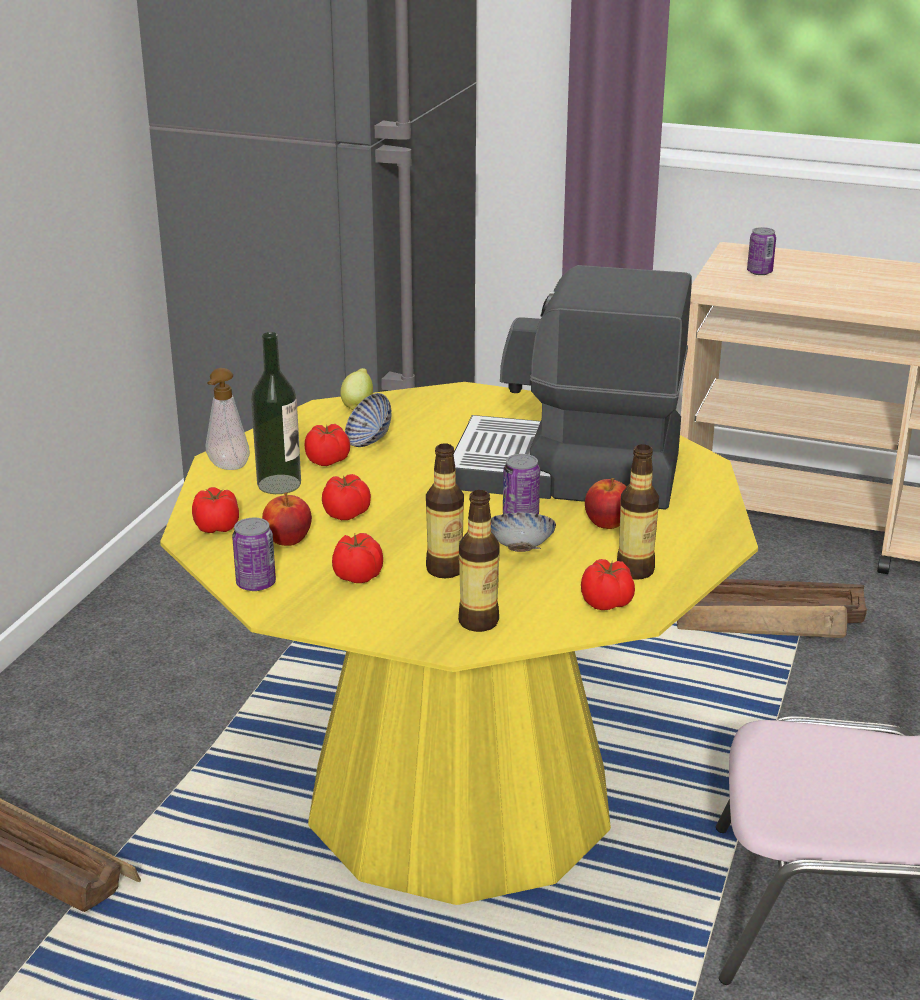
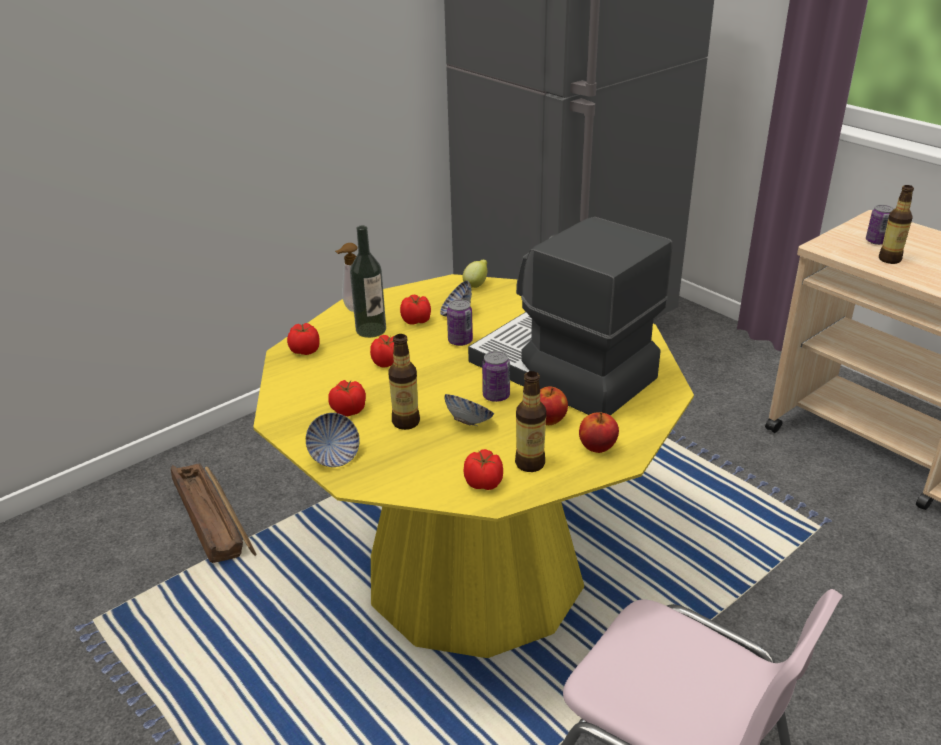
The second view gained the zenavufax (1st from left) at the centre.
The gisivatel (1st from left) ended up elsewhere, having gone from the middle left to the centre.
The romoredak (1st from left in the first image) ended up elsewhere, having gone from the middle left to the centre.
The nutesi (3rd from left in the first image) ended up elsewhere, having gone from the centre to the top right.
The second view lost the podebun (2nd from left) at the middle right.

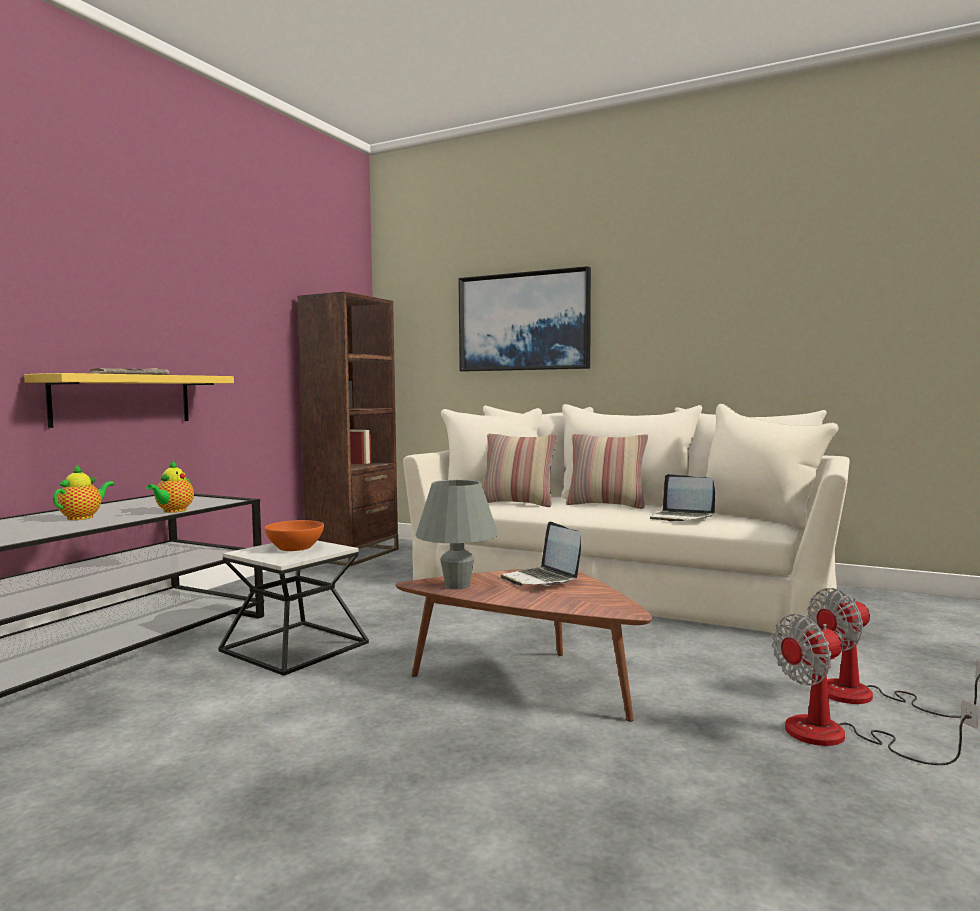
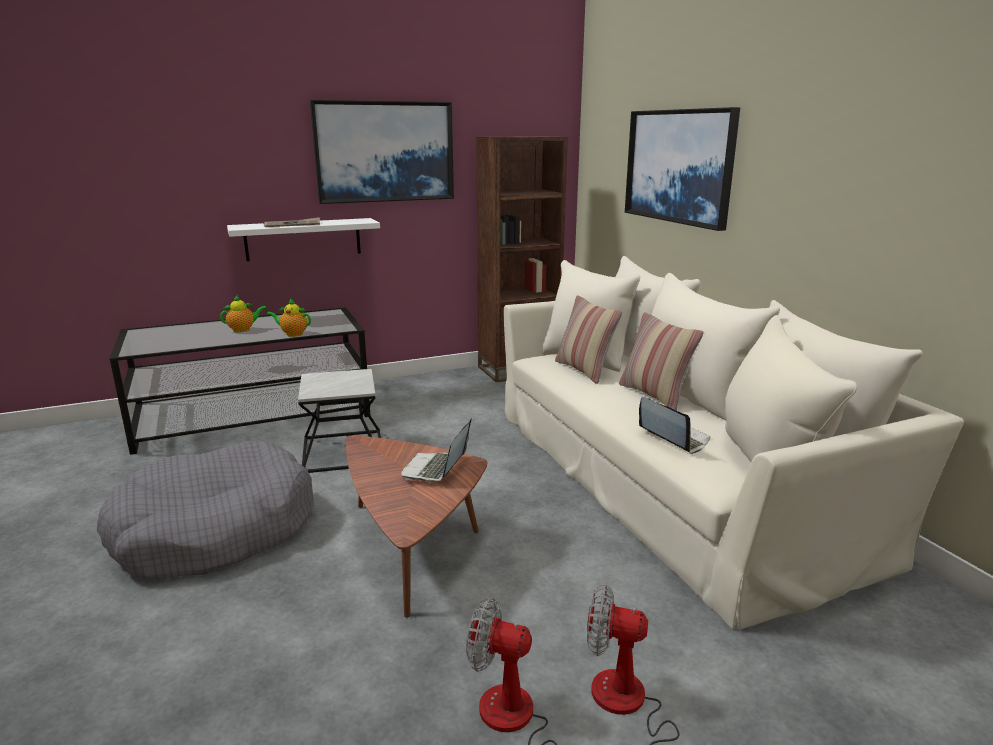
The second view gained the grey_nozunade at the bottom left.
What was the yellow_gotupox at the middle left turned into the white_gotupox at the top left.
The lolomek (2nd from left) at the middle left ended up facing another way, 45 degrees clockwise from before.
The second view gained the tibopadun (1st from left) at the top centre.
The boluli (2nd from left) at the middle right ended up facing another way, 150 degrees clockwise from before.
The second view lost the orange_zenavufax at the middle left.
The second view lost the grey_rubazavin at the centre.

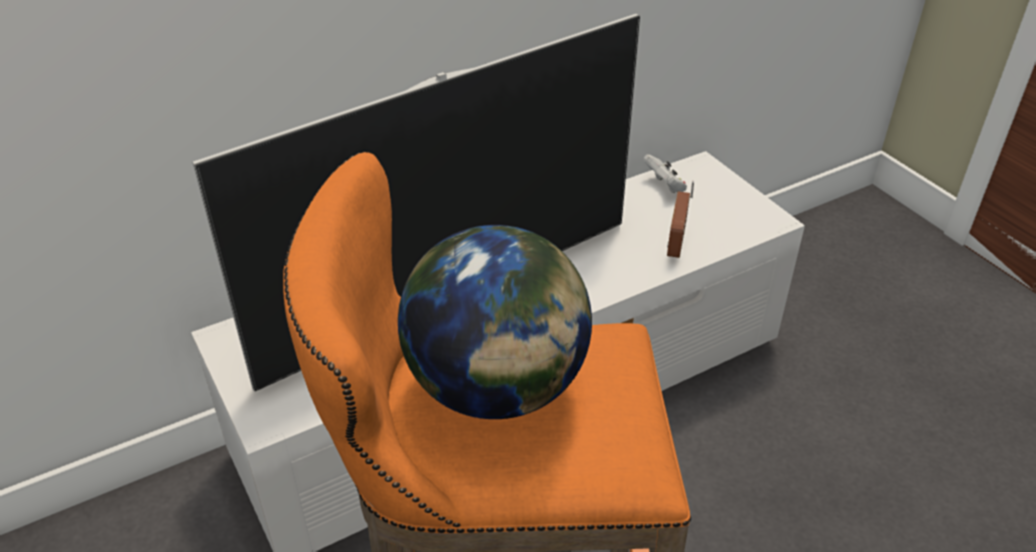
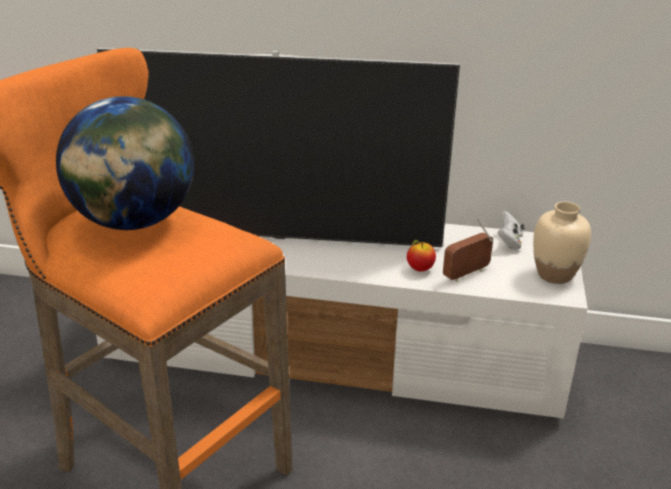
The second view gained the romoredak at the centre.
The second view gained the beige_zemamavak at the middle right.

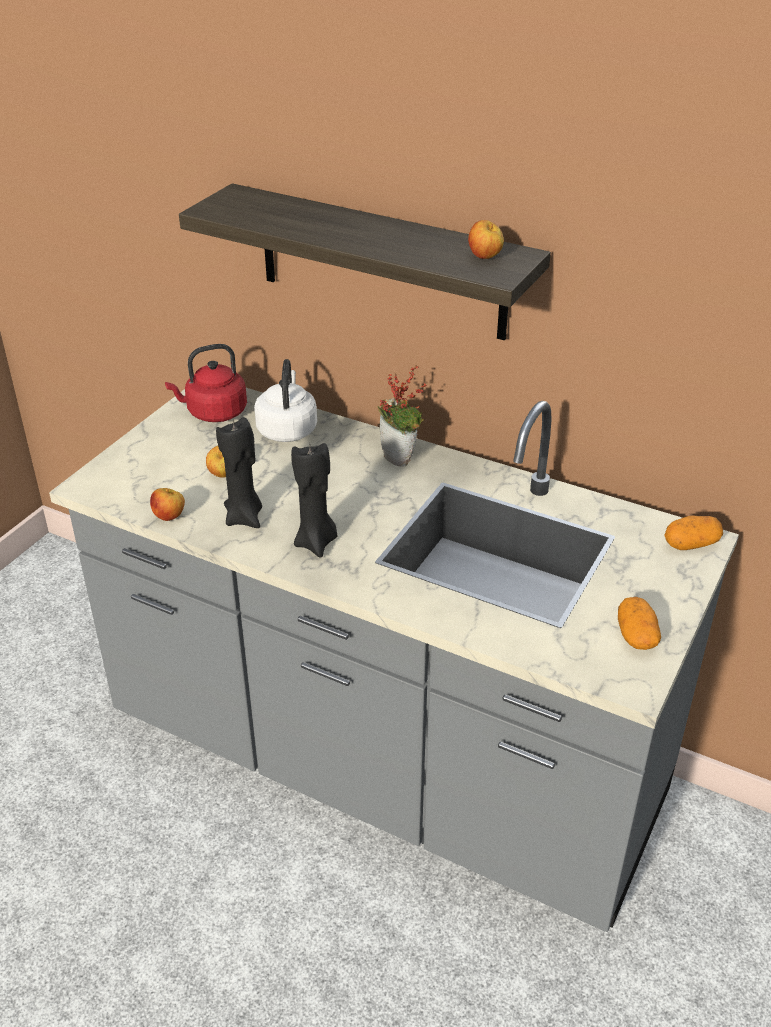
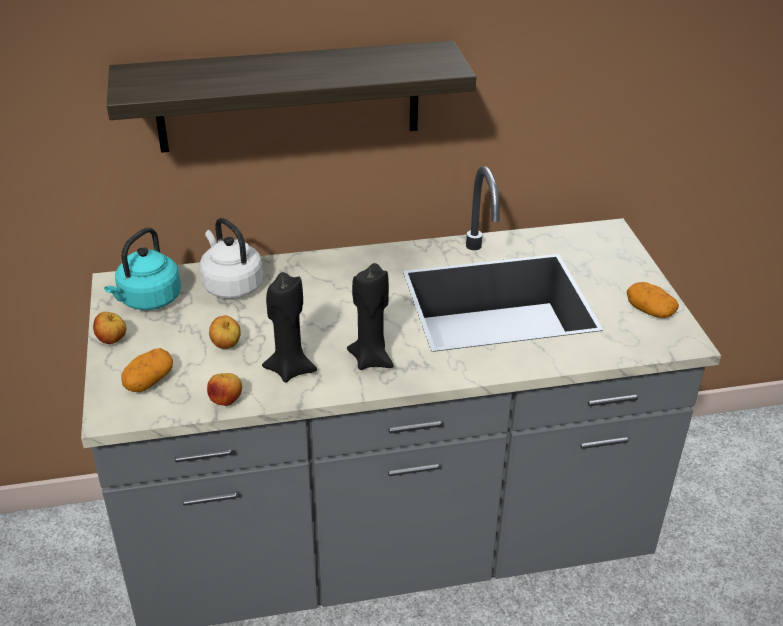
The romoredak (3rd from left in the first image) ended up elsewhere, having gone from the top centre to the middle left.
What was the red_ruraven at the middle left turned into the turquoise_ruraven at the middle left.
The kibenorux (2nd from left in the first image) ended up elsewhere, having gone from the middle right to the middle left.
The second view lost the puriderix at the centre.

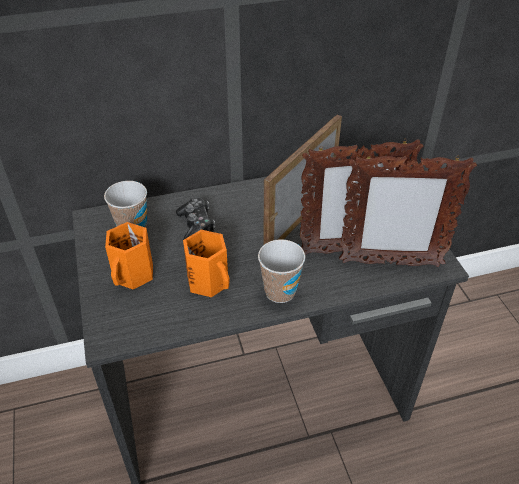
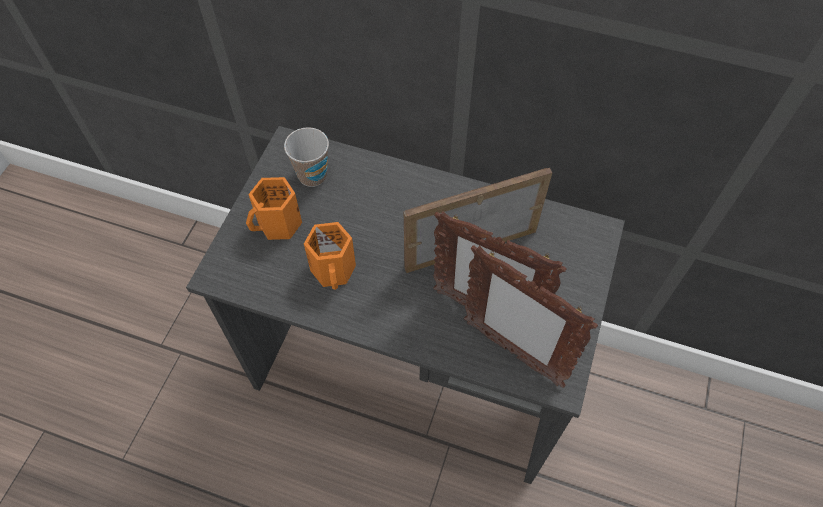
The second view lost the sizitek at the centre.
The second view lost the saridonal (2nd from left) at the centre.

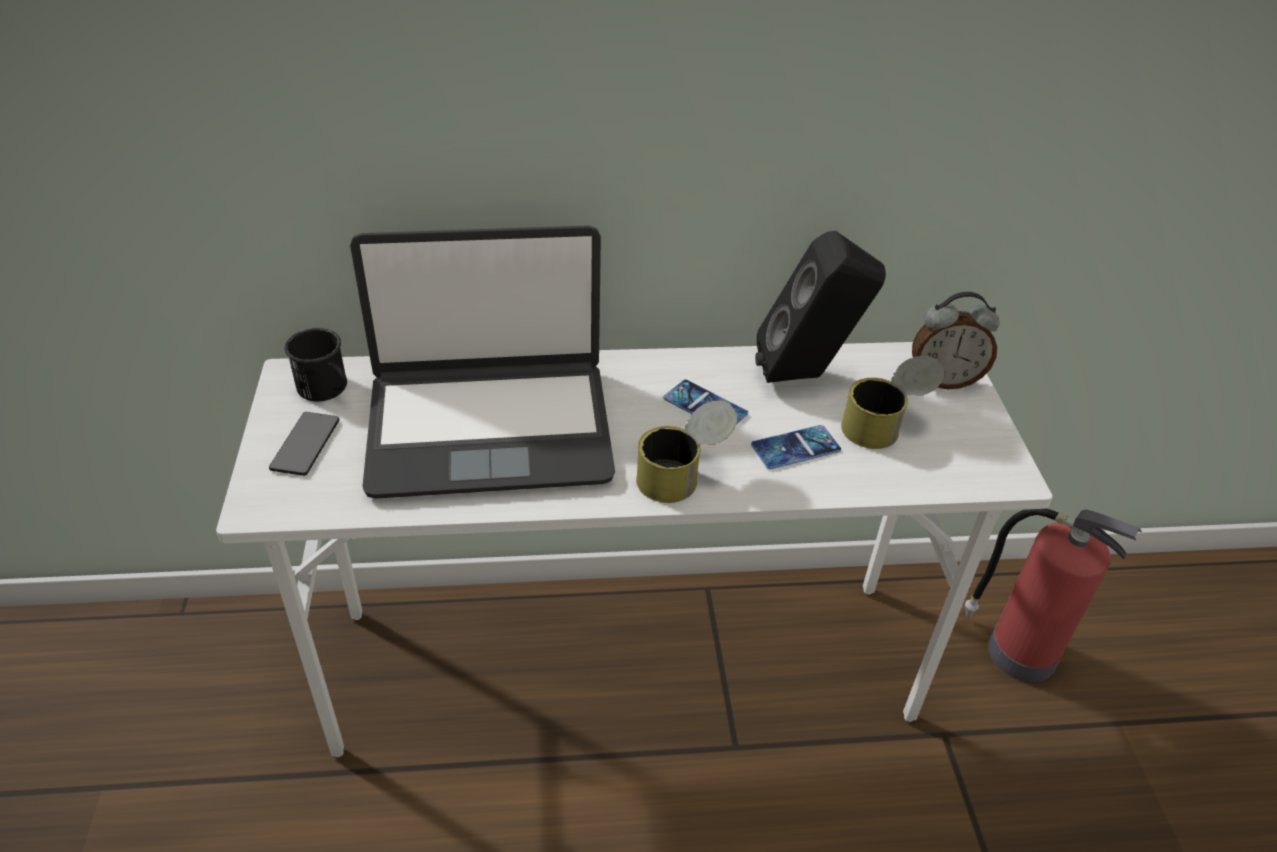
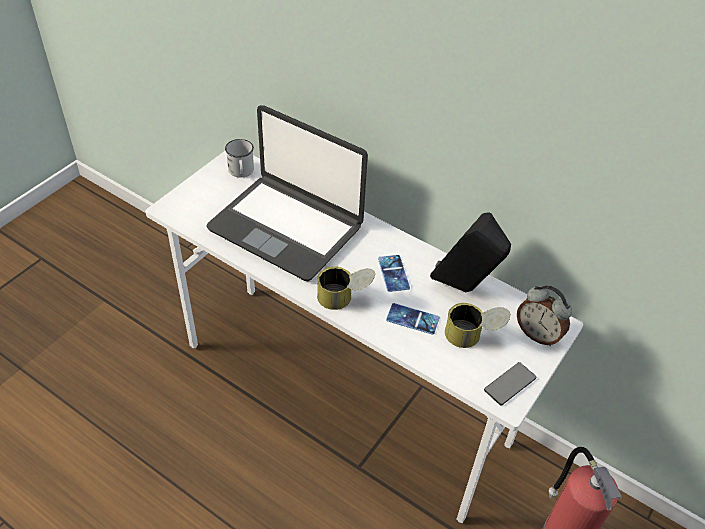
What was the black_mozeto at the middle left turned into the white_mozeto at the top centre.
The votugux (1st from left in the first image) ended up elsewhere, having gone from the middle left to the bottom right.

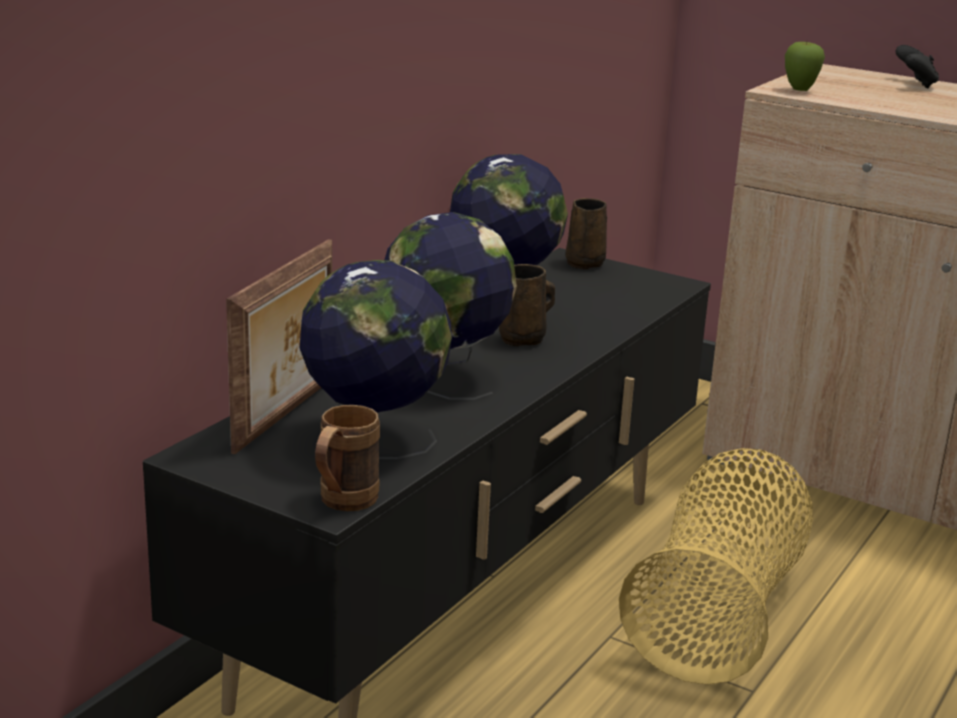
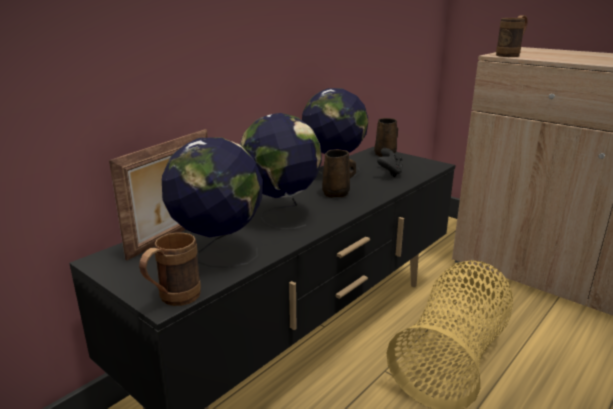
The black_sizitek ended up elsewhere, having gone from the top right to the centre.
Where the romoredak stood at the top right, the brown_mozeto (4th from left) came to stand at the top right.

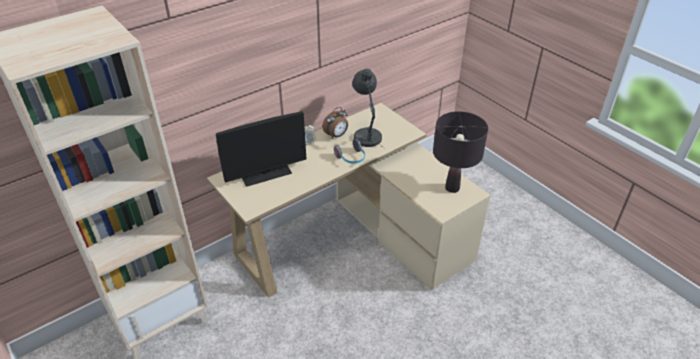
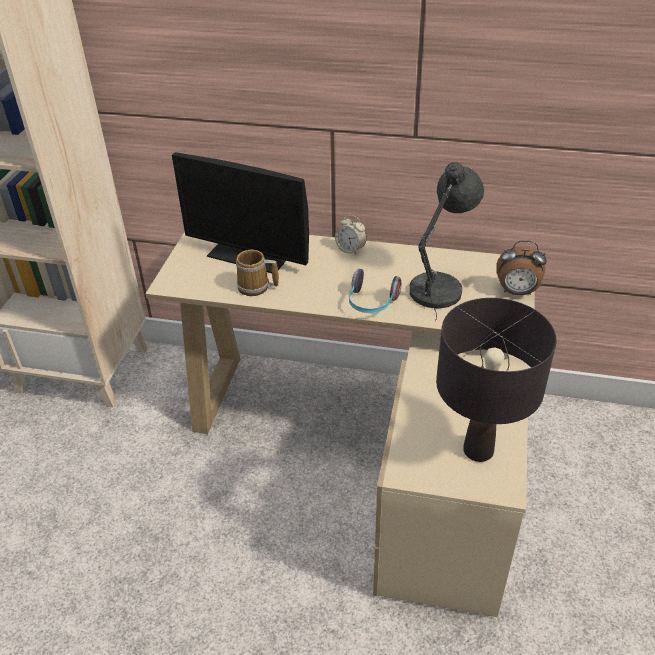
The second view gained the mozeto at the centre.
The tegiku (2nd from left) ended up elsewhere, having gone from the centre to the middle right.

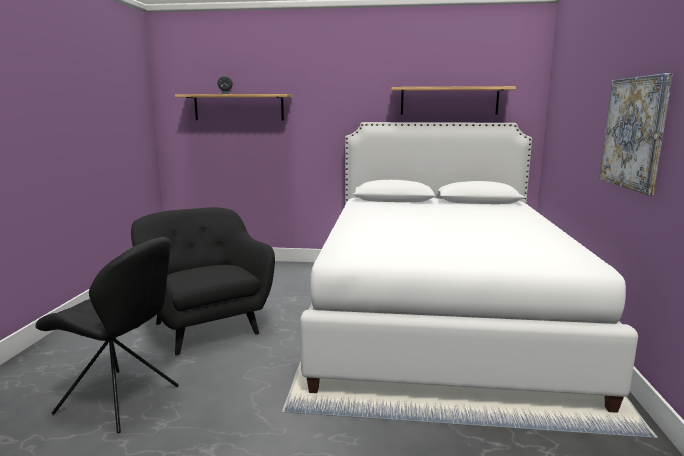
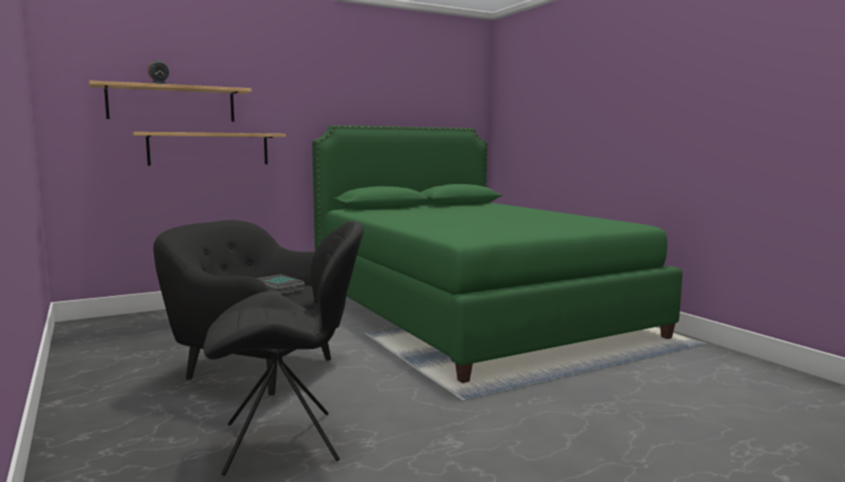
The gotupox (2nd from left) ended up elsewhere, having gone from the top centre to the top left.
The second view gained the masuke at the middle left.
What was the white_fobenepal at the middle right turned into the green_fobenepal at the centre.
The second view lost the tibopadun at the top right.

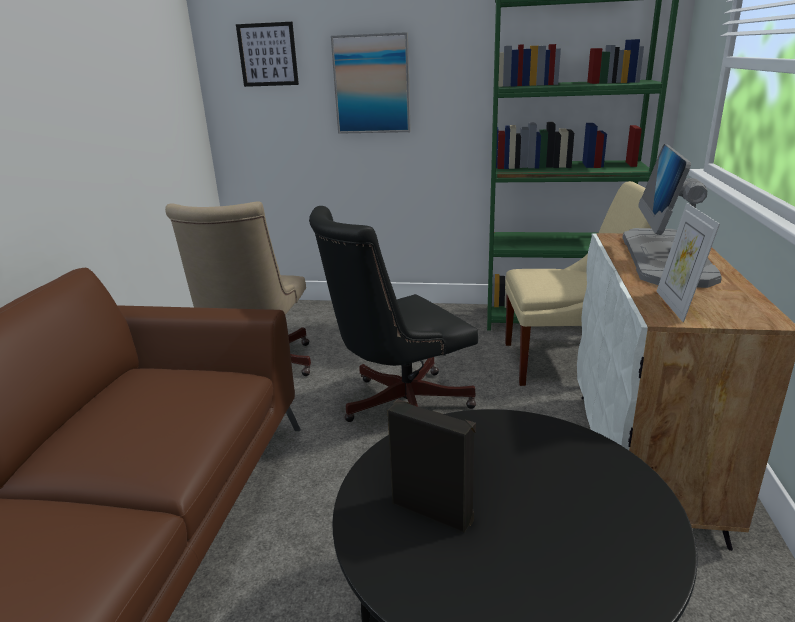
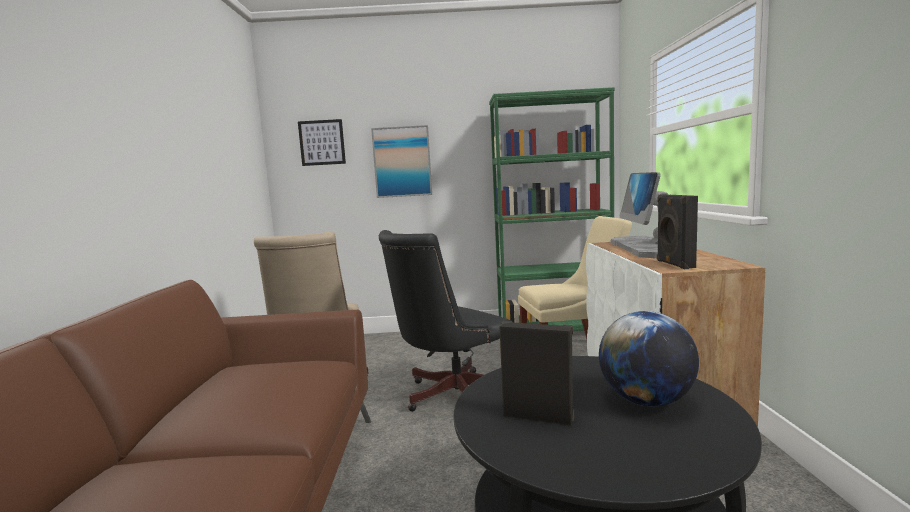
The second view gained the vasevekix at the bottom right.
Where the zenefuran stood at the middle right, the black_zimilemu (2nd from left) came to stand at the middle right.

